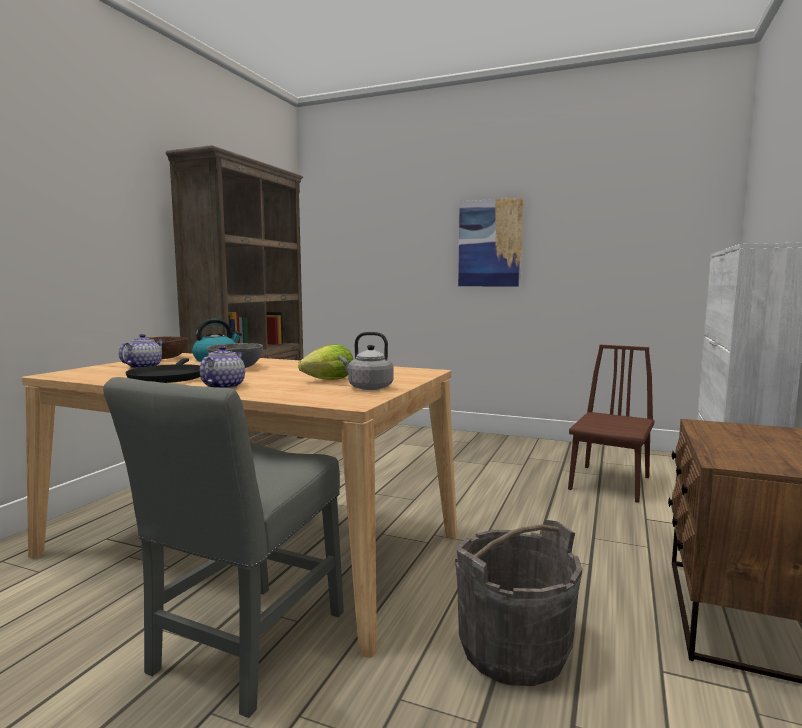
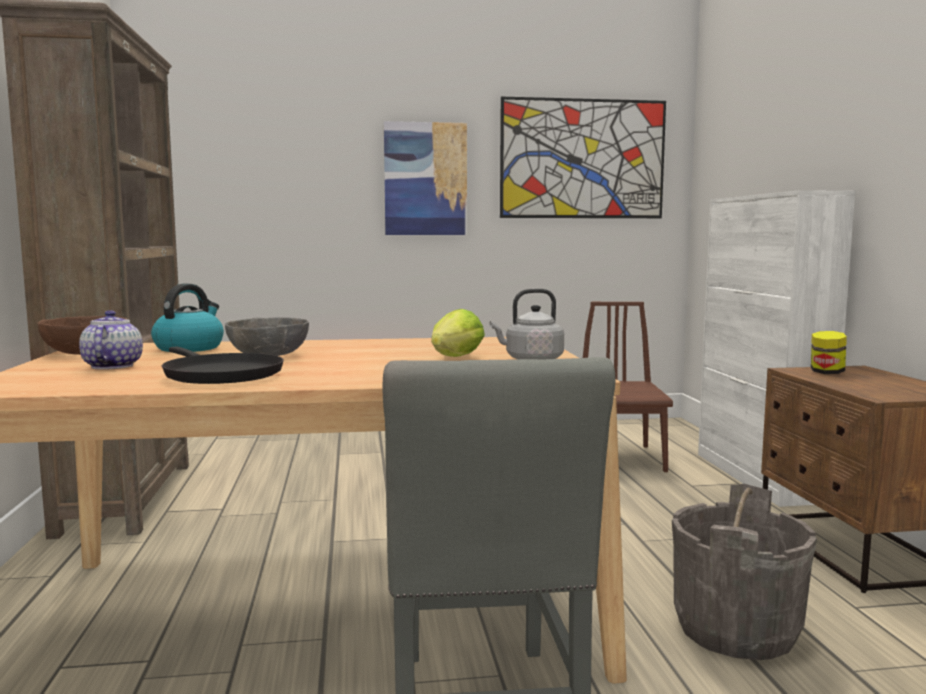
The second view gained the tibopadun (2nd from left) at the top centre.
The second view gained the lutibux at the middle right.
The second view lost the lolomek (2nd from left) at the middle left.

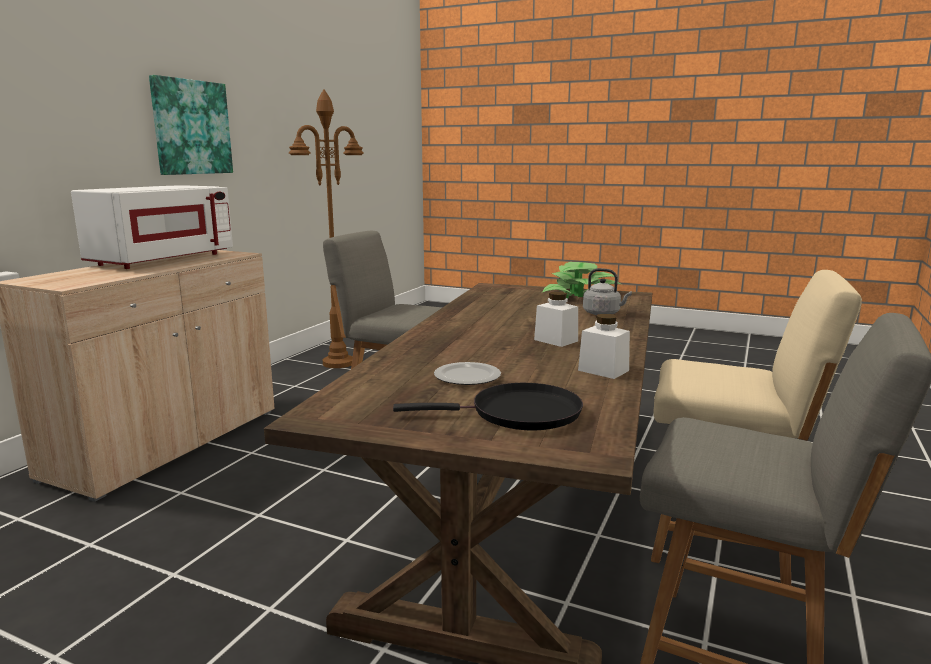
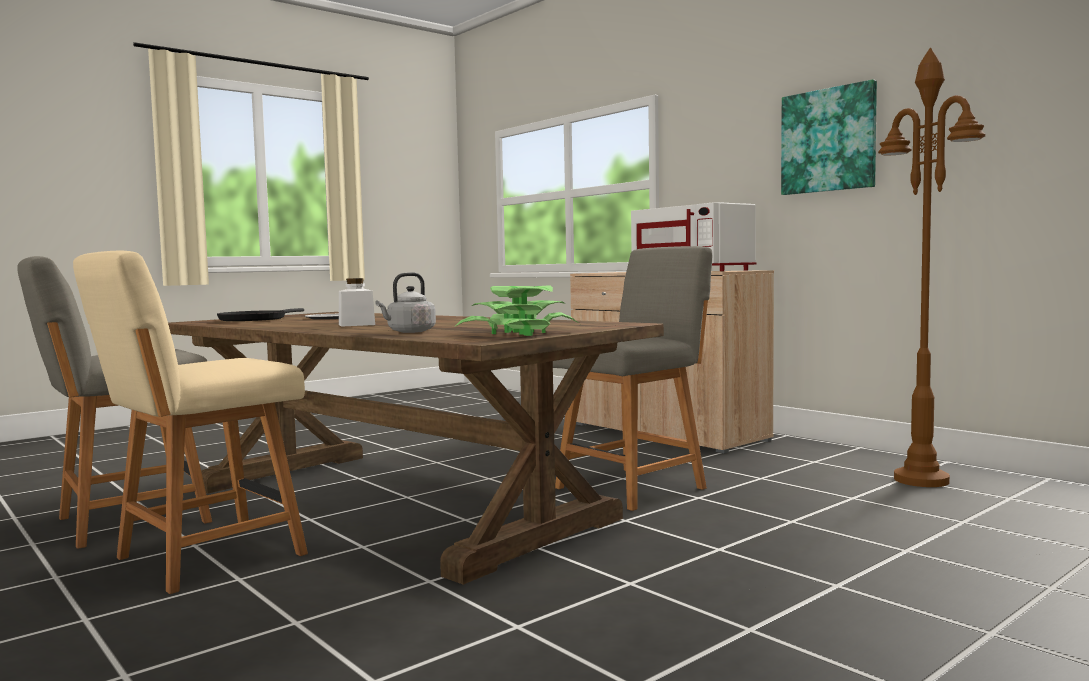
The second view lost the white_lutibux (2nd from left) at the centre.

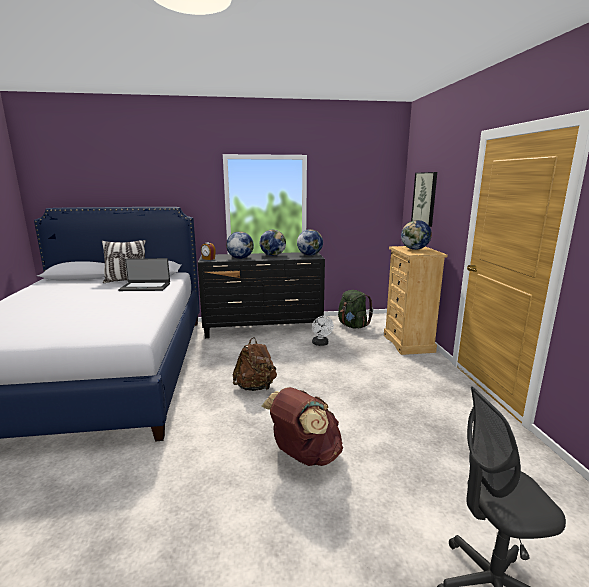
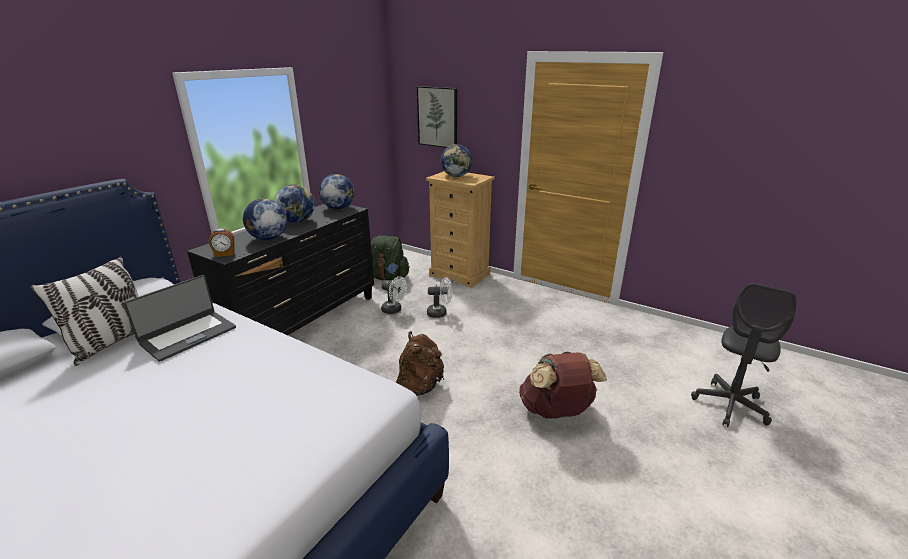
The second view gained the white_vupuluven (2nd from left) at the centre.

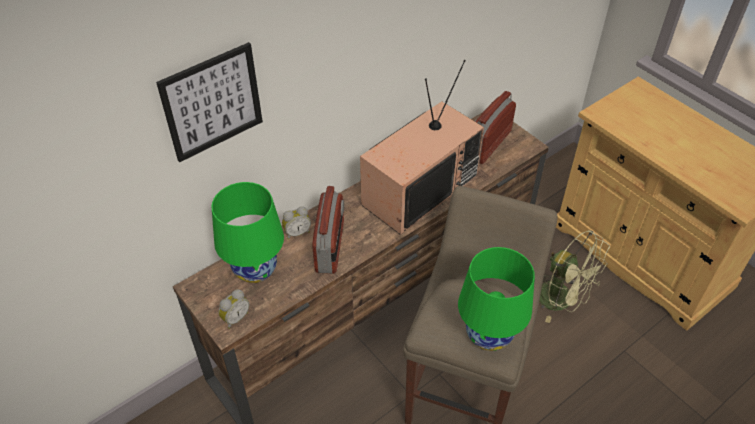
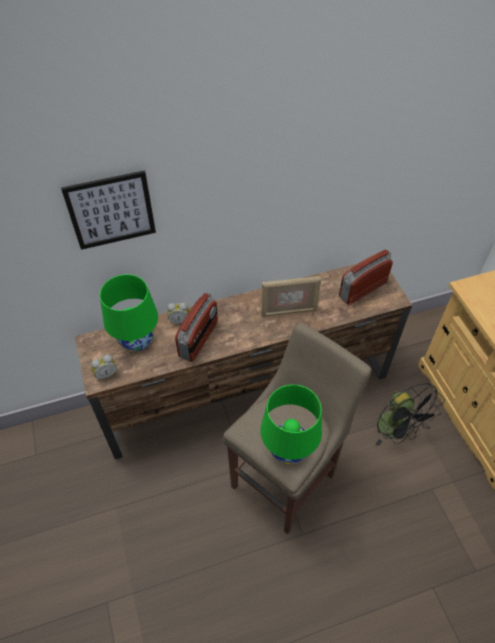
Where the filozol stood at the centre, the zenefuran came to stand at the centre.
What was the green_vupuluven at the middle right turned into the black_vupuluven at the middle right.

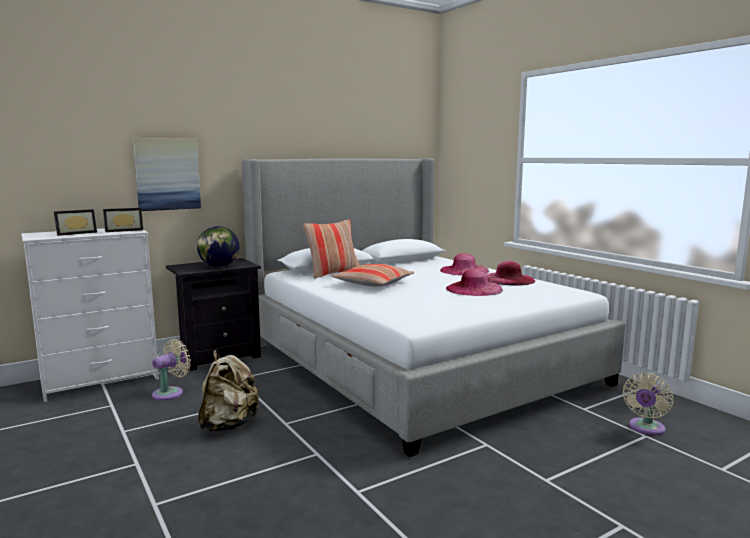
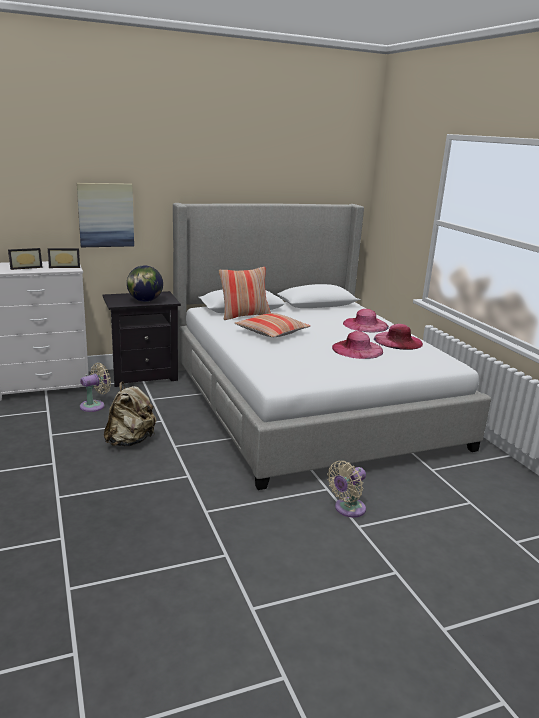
The beige_vupuluven (2nd from left) ended up elsewhere, having gone from the bottom right to the bottom centre.

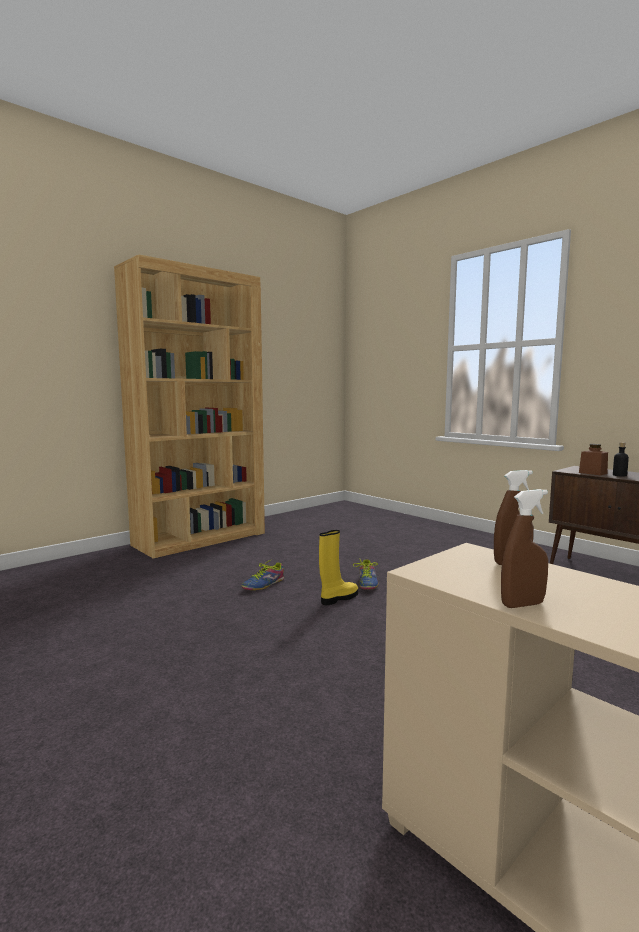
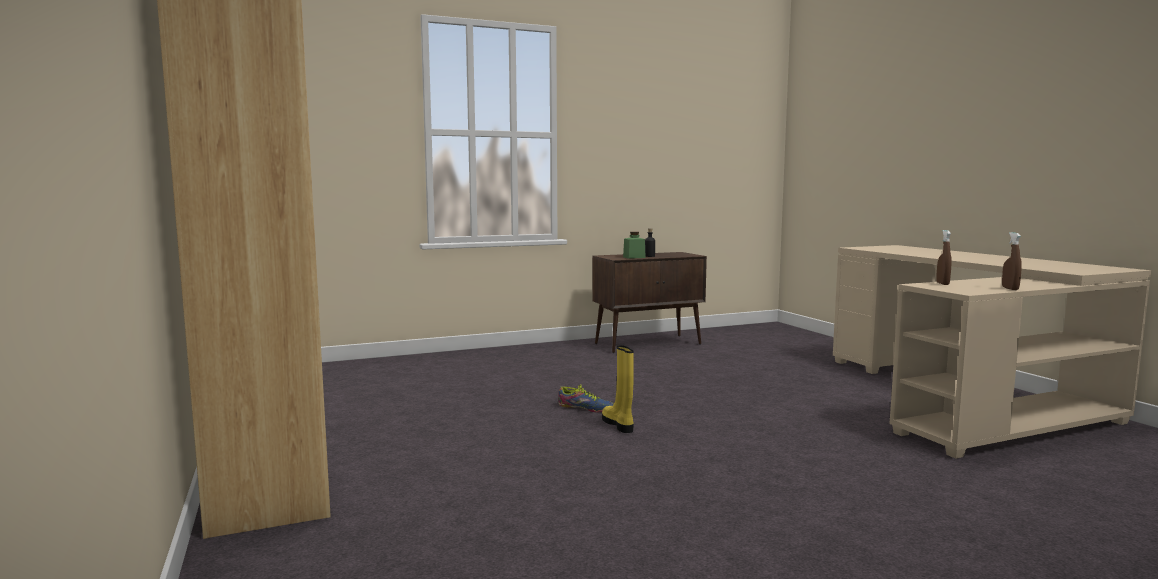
What was the brown_lutibux at the middle right turned into the green_lutibux at the centre.
The second view lost the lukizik (1st from left) at the centre.

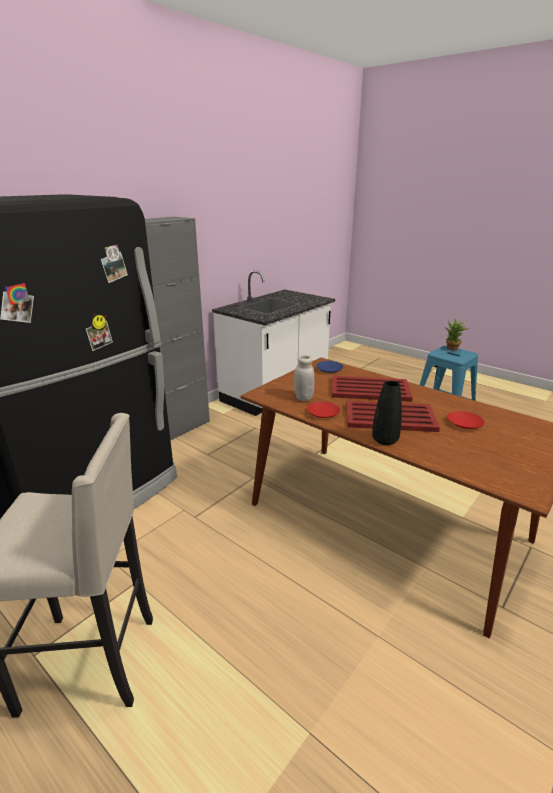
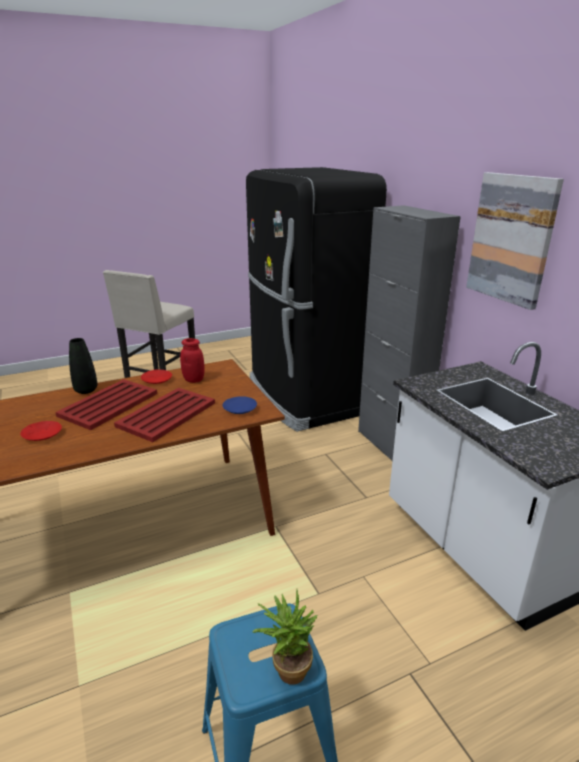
What was the white_lutibux at the centre turned into the red_lutibux at the middle left.
The second view gained the tibopadun at the top right.

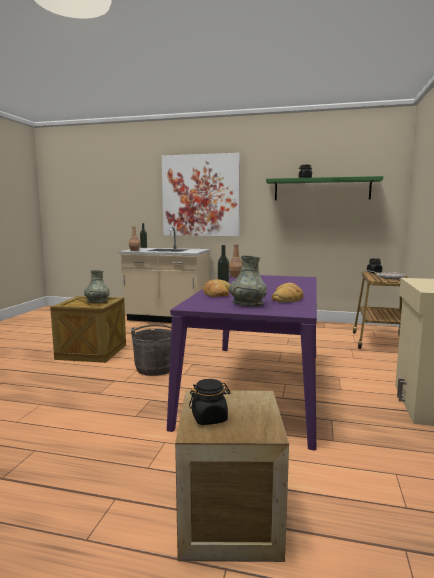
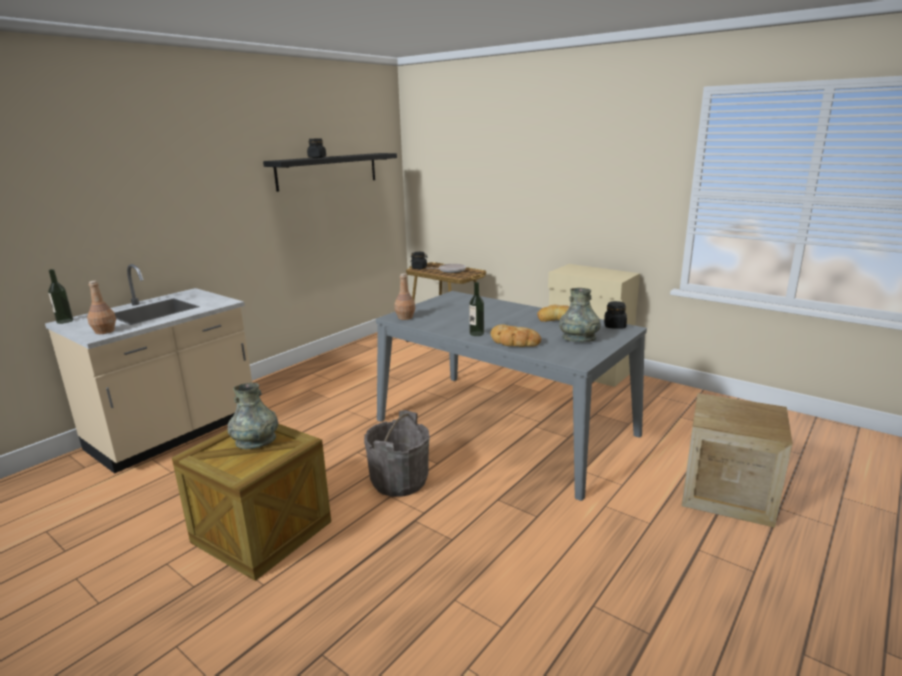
What was the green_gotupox at the top right turned into the black_gotupox at the top centre.
What was the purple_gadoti at the centre turned into the grey_gadoti at the centre.
The black_lutibux (1st from left in the first image) ended up elsewhere, having gone from the bottom centre to the middle right.
The second view lost the tibopadun at the centre.

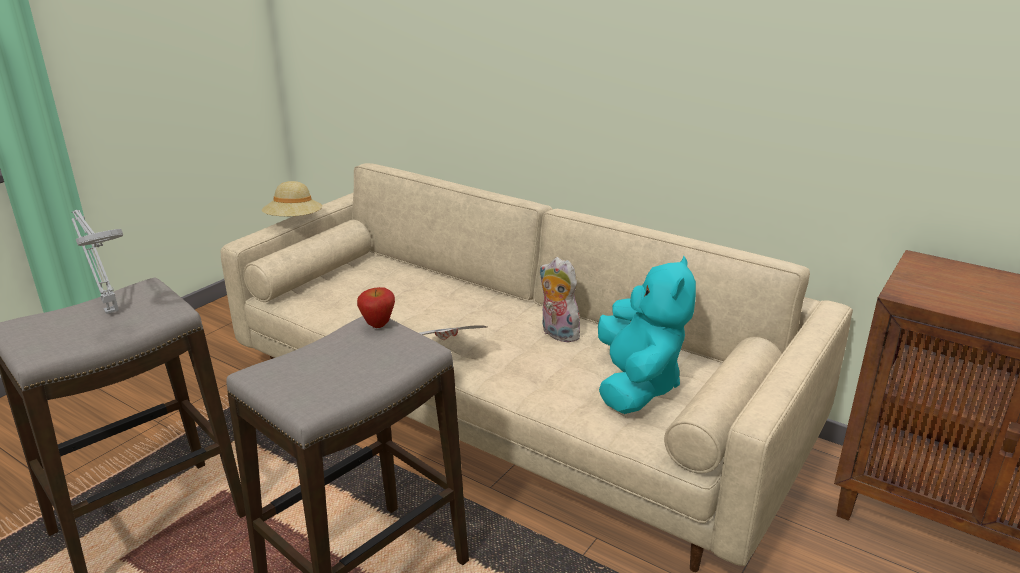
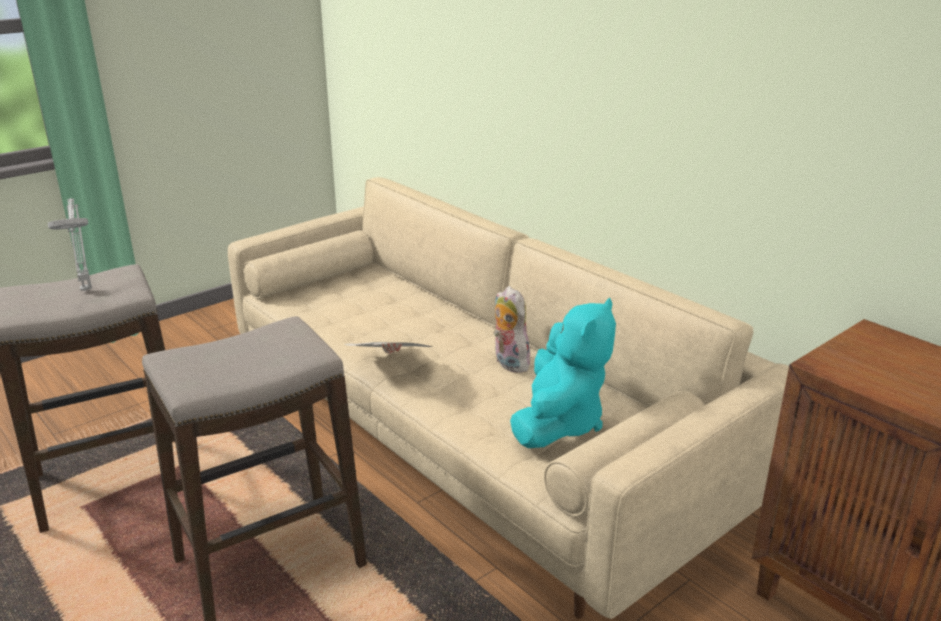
The second view lost the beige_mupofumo at the middle left.
The second view lost the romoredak at the centre.

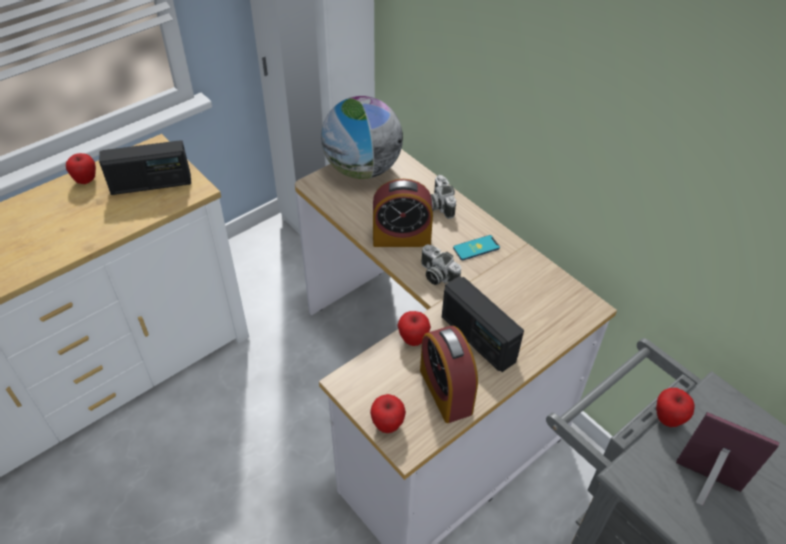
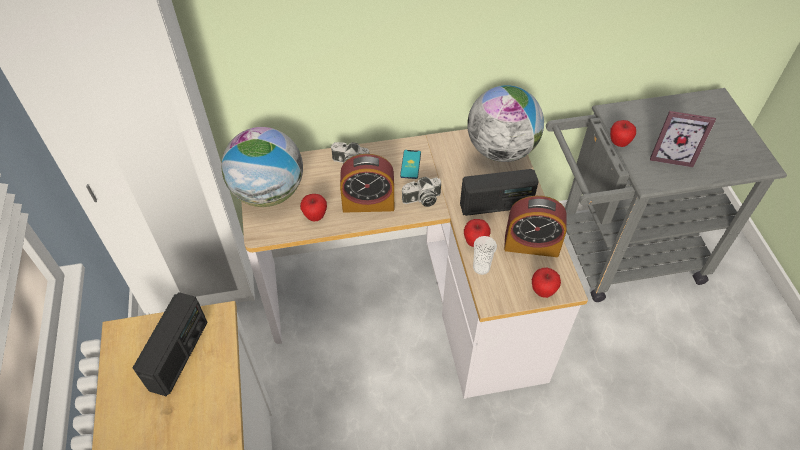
The romoredak (1st from left) ended up elsewhere, having gone from the top left to the centre.
The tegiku (1st from left) at the centre ended up facing another way, 60 degrees clockwise from before.
The second view gained the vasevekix (2nd from left) at the top centre.
The second view gained the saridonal at the centre.
The zenefuran at the bottom right ended up facing another way, 135 degrees counterclockwise from before.

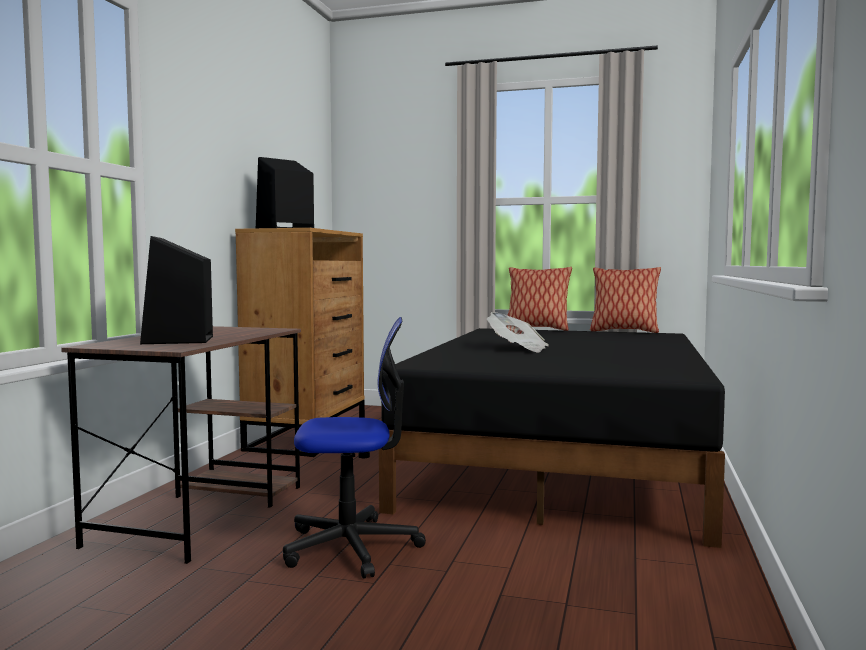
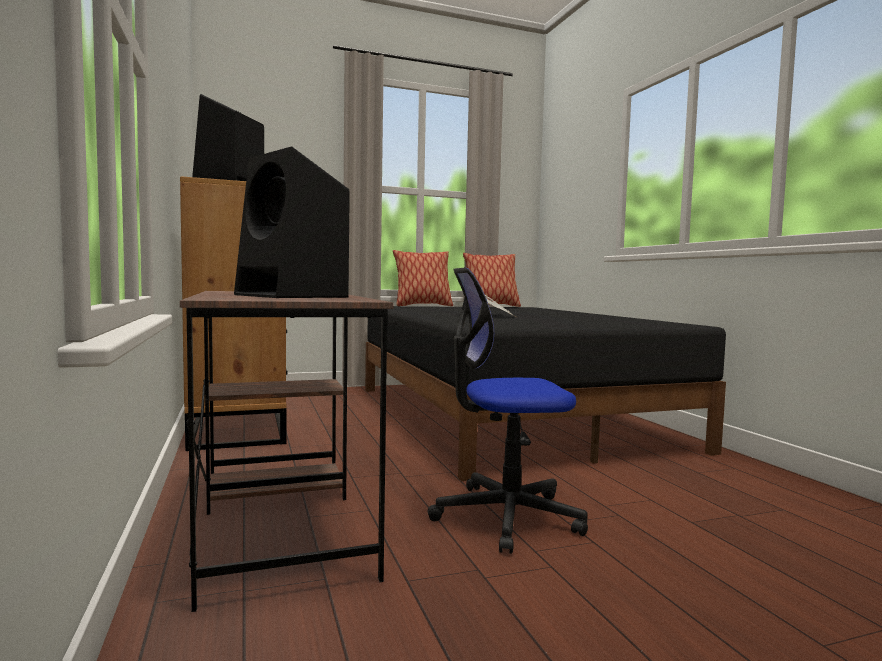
The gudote at the bottom centre ended up facing another way, 150 degrees counterclockwise from before.

